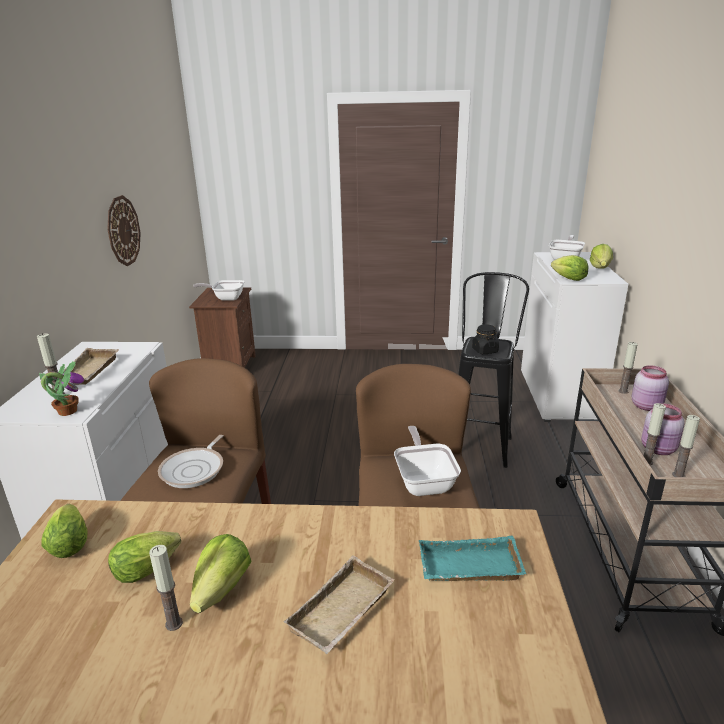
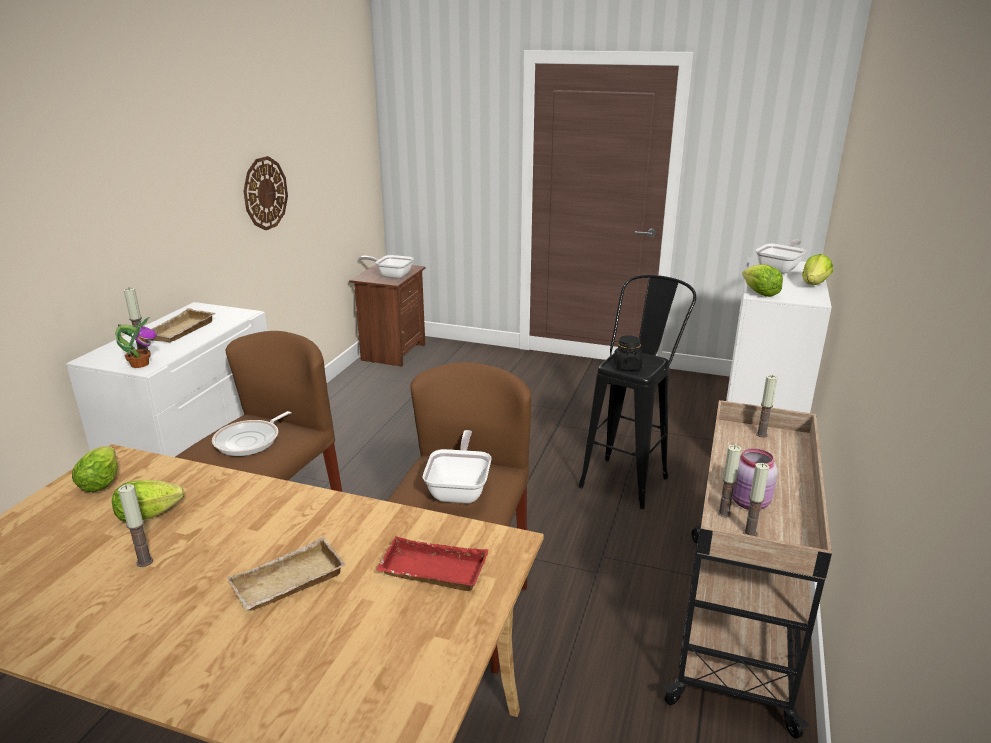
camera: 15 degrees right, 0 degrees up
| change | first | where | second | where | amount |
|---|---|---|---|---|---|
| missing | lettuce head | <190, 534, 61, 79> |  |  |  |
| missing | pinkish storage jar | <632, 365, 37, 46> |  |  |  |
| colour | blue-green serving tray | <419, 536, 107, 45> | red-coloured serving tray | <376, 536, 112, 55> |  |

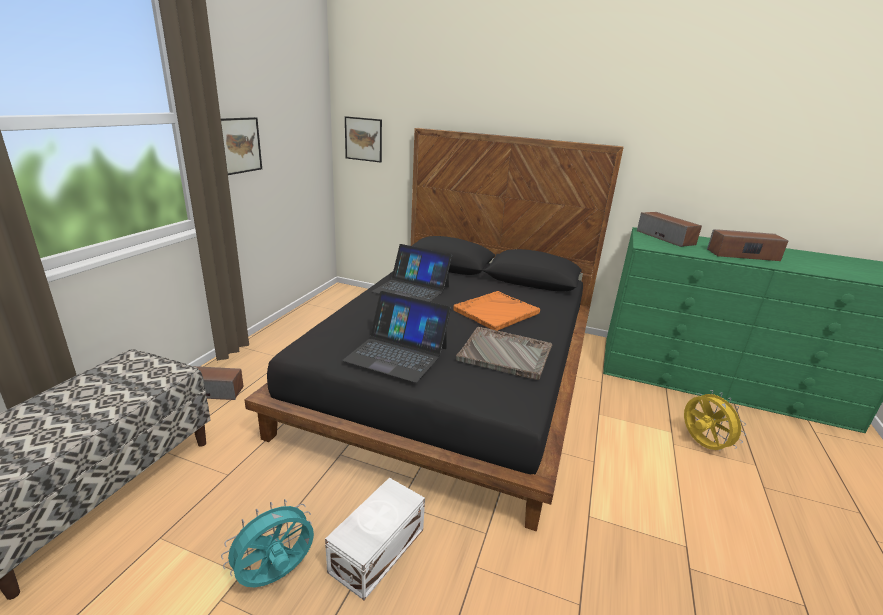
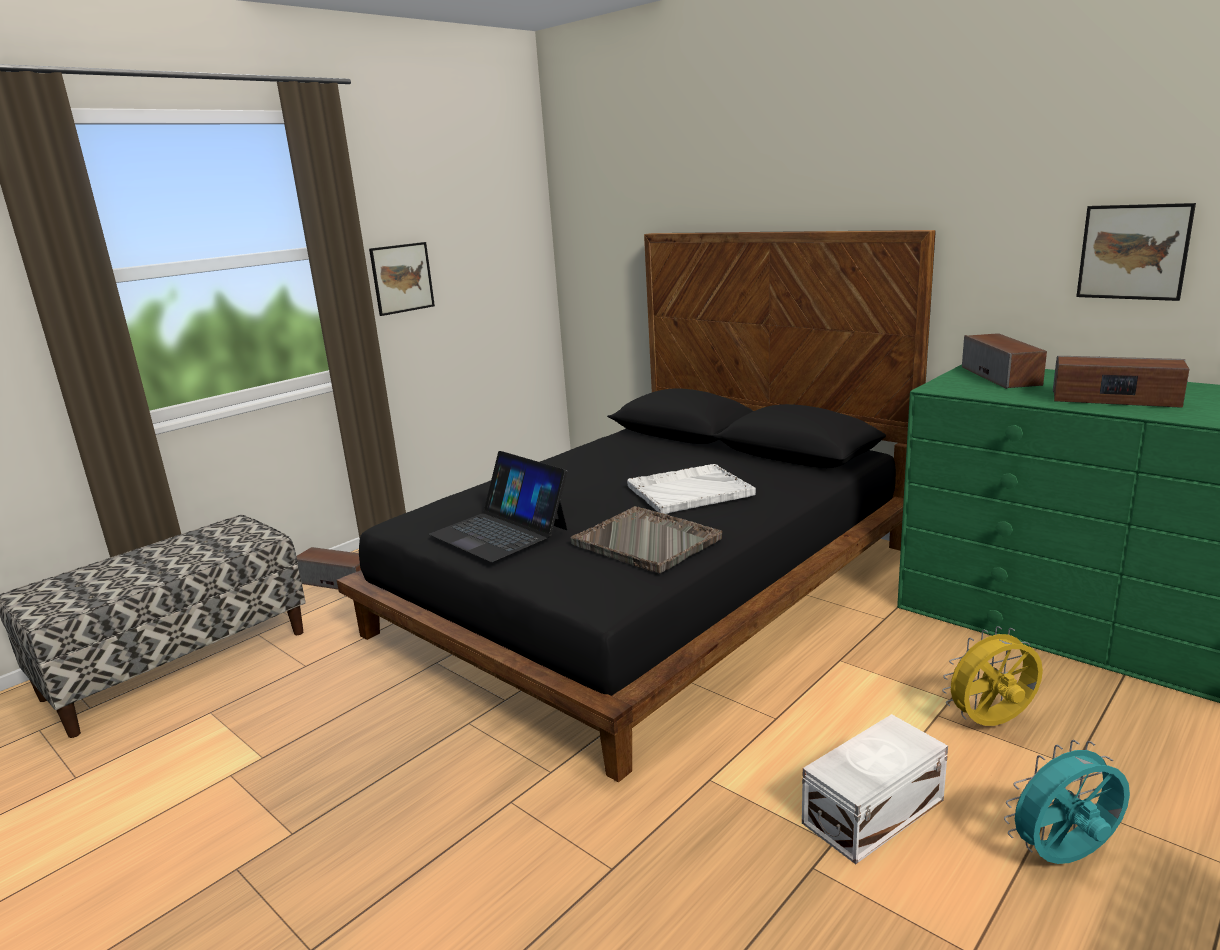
camera: 25 degrees right, 5 degrees down
| change | first | where | second | where | amount |
|---|---|---|---|---|---|
| missing | portable computer | <371, 244, 81, 58> |  |  |  |
| relocated | blue-green electric fan | <221, 499, 93, 88> |  | <1004, 740, 126, 124> |  |
| relocated | white-coloured storage container | <325, 478, 100, 122> |  | <802, 714, 146, 150> |  |
| relocated | picture | <345, 116, 37, 47> |  | <1076, 203, 120, 98> |  |
| colour | orange-coloured serving tray | <453, 291, 87, 40> | white-coloured serving tray | <627, 464, 129, 50> |  |
| spun | yellow electric fan | <684, 390, 62, 61> |  | <942, 626, 101, 100> | 105 degrees counterclockwise |

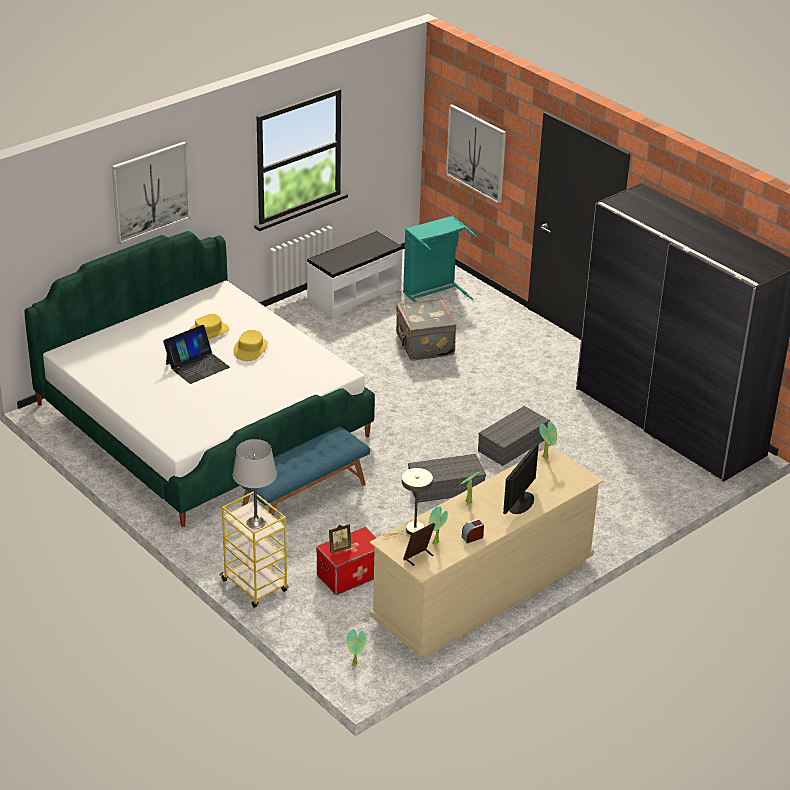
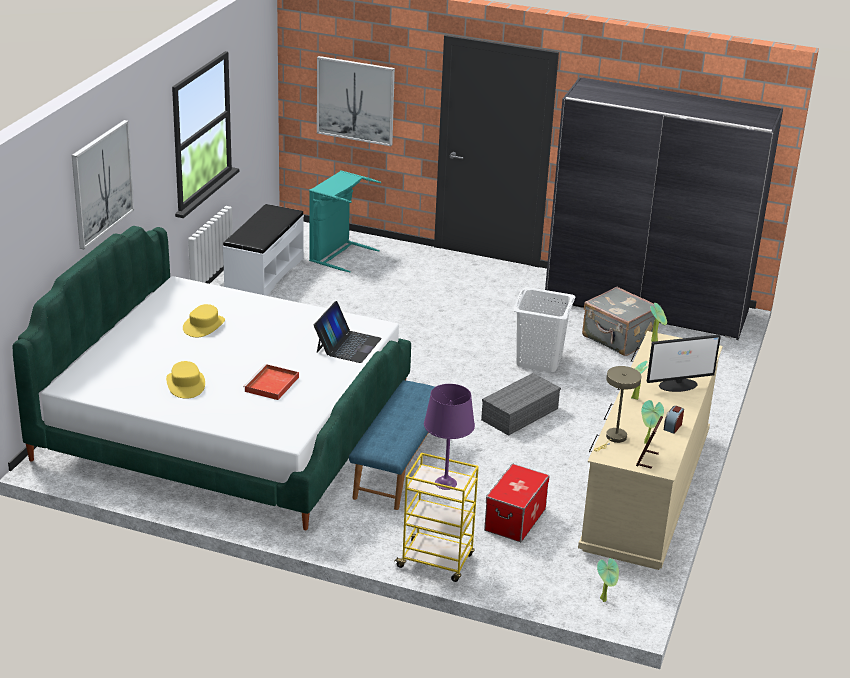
camera: 30 degrees left, 5 degrees down
| change | first | where | second | where | amount |
|---|---|---|---|---|---|
| missing | standing frame | <329, 524, 22, 30> |  |  |  |
| appeared |  |  | red-coloured serving tray | <243, 364, 56, 36> |  |
| relocated | portable computer | <163, 325, 67, 59> |  | <314, 301, 68, 62> |  |
| relocated | yellow clothing hat | <233, 330, 35, 31> |  | <166, 361, 39, 38> |  |
| relocated | gray piece of luggage | <396, 298, 60, 63> |  | <582, 287, 74, 69> |  |
| exchanged | gray storage container | <478, 406, 72, 60> | white-coloured hamper | <513, 287, 63, 85> |  |
| colour | gray tabletop lamp | <233, 439, 44, 90> | purple tabletop lamp | <424, 384, 51, 106> |  |
| spun | computer display | <503, 443, 36, 71> |  | <646, 335, 75, 57> | 105 degrees counterclockwise |

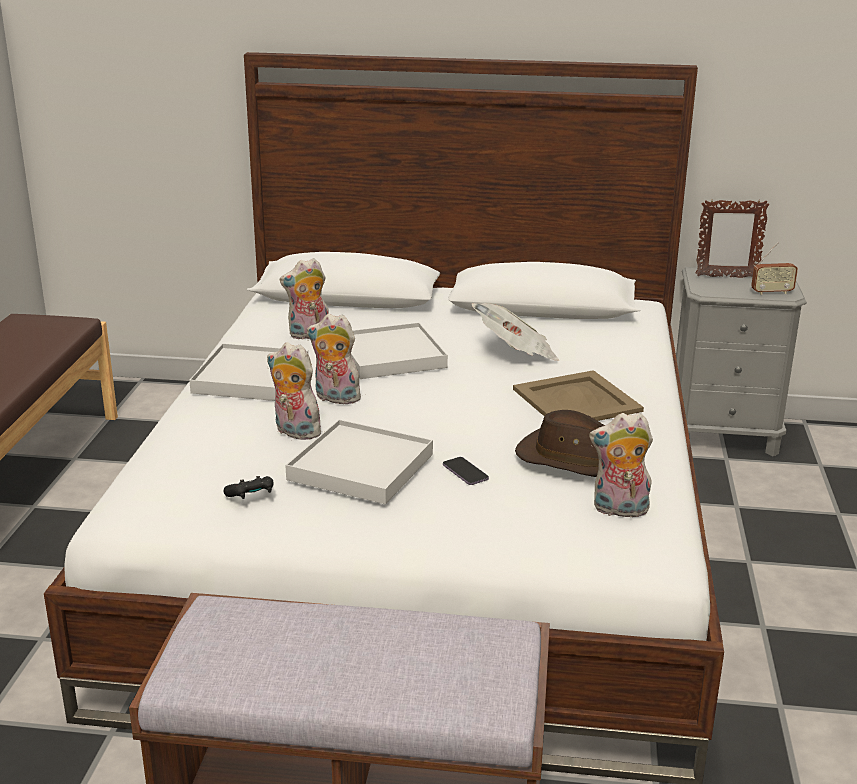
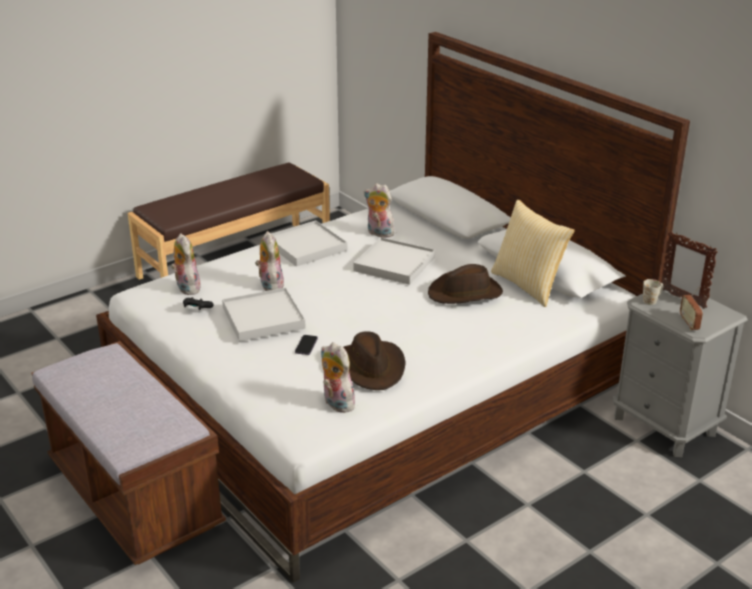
camera: 45 degrees right, 5 degrees up
| change | first | where | second | where | amount |
|---|---|---|---|---|---|
| missing | beige serving tray | <513, 370, 131, 51> |  |  |  |
| appeared |  |  | cushion | <491, 200, 84, 107> |  |
| appeared |  |  | white-coloured mug | <643, 279, 20, 26> |  |
| relocated | soft toy | <307, 313, 56, 91> |  | <171, 233, 31, 62> |  |
| exchanged | newspaper | <472, 303, 87, 58> | brown-coloured clothing hat | <428, 264, 75, 40> |  |
| spun | radio receiver | <751, 242, 47, 53> |  | <680, 286, 23, 44> | 45 degrees clockwise |

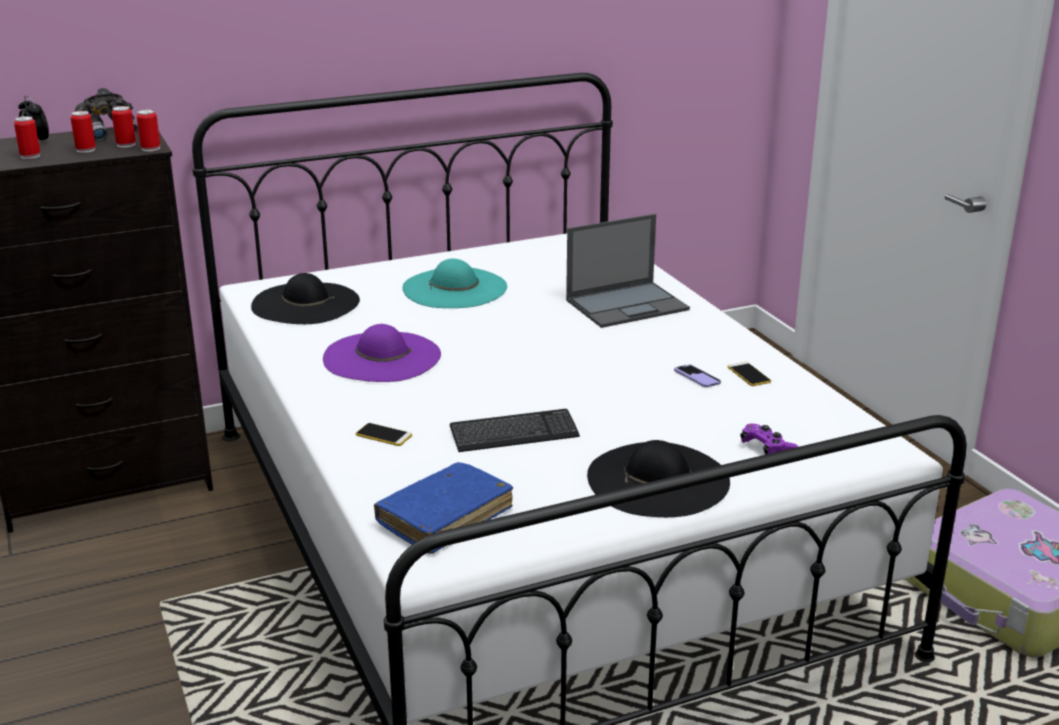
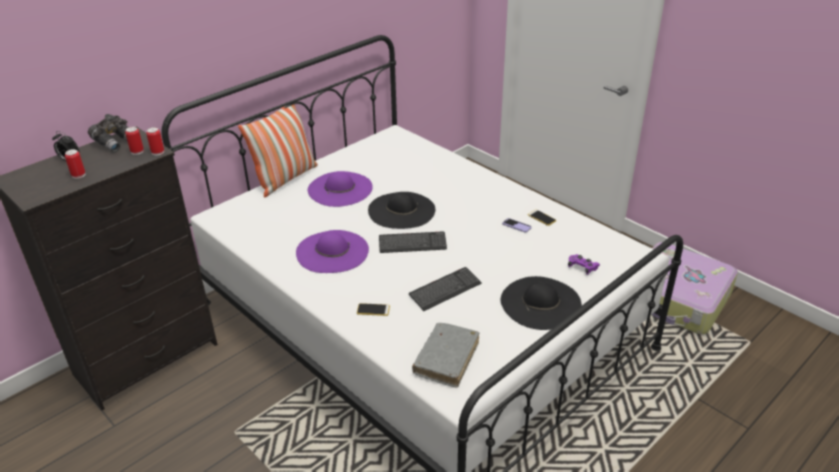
camera: 20 degrees left, 10 degrees up
| change | first | where | second | where | amount |
|---|---|---|---|---|---|
| missing | metal can | <71, 111, 25, 42> |  |  |  |
| missing | portable computer | <566, 214, 124, 114> |  |  |  |
| appeared |  |  | cushion | <238, 104, 80, 93> |  |
| appeared |  |  | PC keyboard | <379, 231, 68, 22> |  |
| relocated | black clothing hat | <251, 273, 109, 51> |  | <368, 192, 67, 37> |  |
| colour | blue-coloured bound book | <374, 462, 139, 92> | gray bound book | <412, 323, 67, 64> |  |
| colour | blue-green clothing hat | <403, 259, 104, 49> | purple clothing hat | <308, 171, 65, 36> |  |

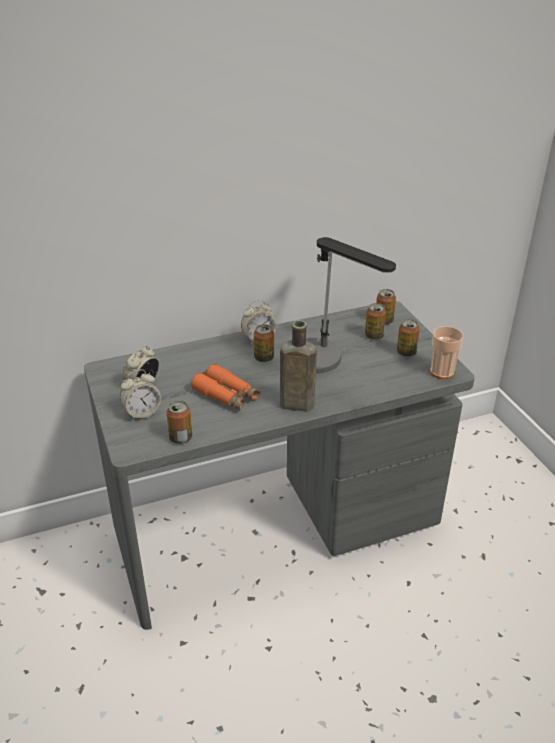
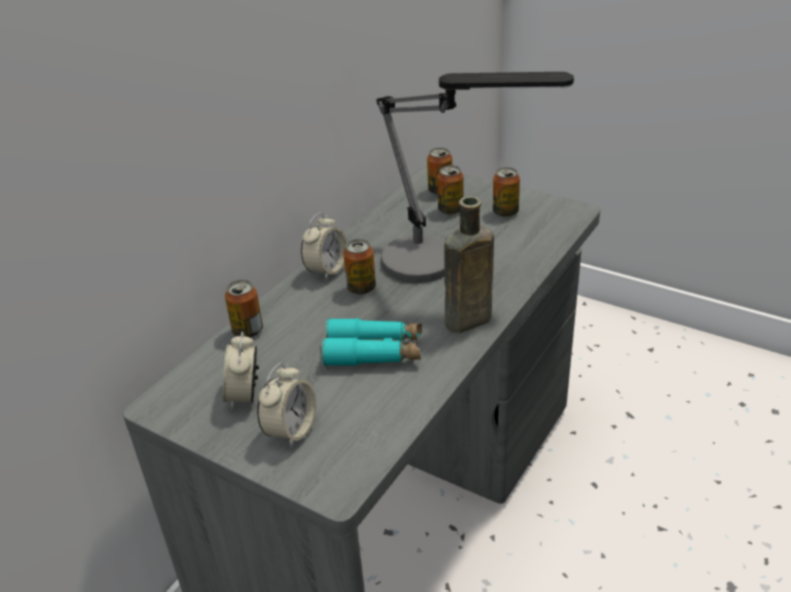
camera: 35 degrees left, 0 degrees up
| change | first | where | second | where | amount |
|---|---|---|---|---|---|
| missing | small cup | <430, 326, 34, 53> |  |  |  |
| relocated | metal can | <167, 401, 25, 43> |  | <225, 280, 38, 58> |  |
| colour | orange-coloured pair of binoculars | <191, 364, 70, 47> | blue-green pair of binoculars | <322, 318, 100, 48> |  |

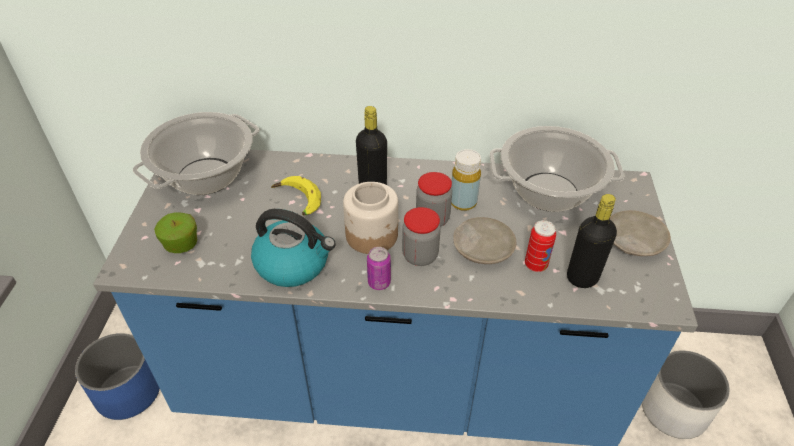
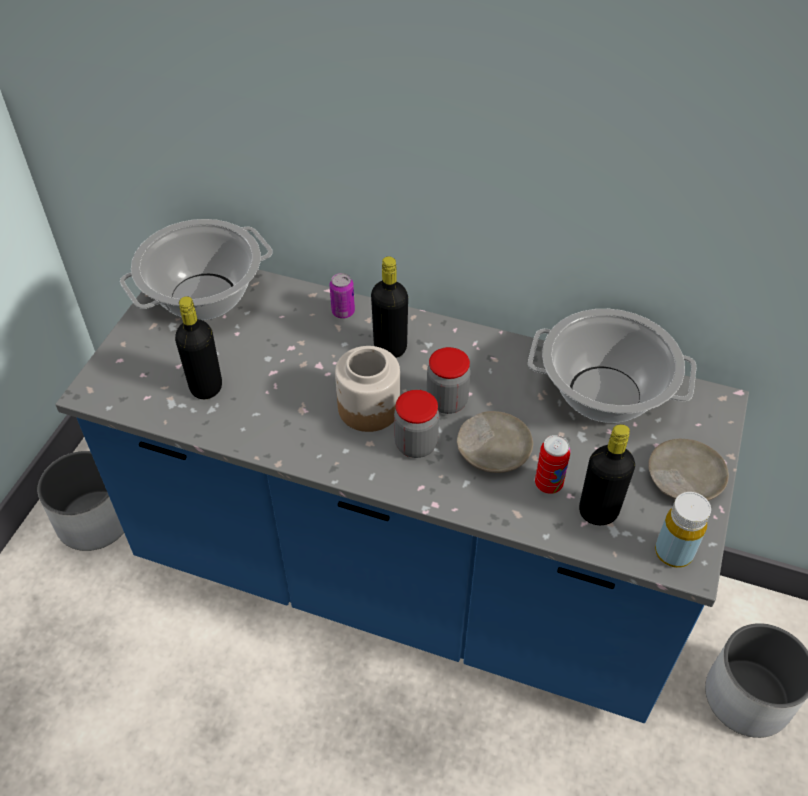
camera: 15 degrees right, 5 degrees up
| change | first | where | second | where | amount |
|---|---|---|---|---|---|
| missing | apple | <154, 212, 43, 41> |  |  |  |
| missing | water kettle | <251, 209, 85, 78> |  |  |  |
| missing | banana fruit | <271, 176, 50, 39> |  |  |  |
| appeared |  |  | black beverage bottle | <175, 296, 47, 103> |  |
| relocated | metal can | <367, 247, 24, 43> |  | <330, 273, 25, 46> |  |
| relocated | yellow beverage bottle | <451, 149, 30, 62> |  | <655, 492, 56, 76> |  |
| colour | blue-coloured flower pot | <75, 333, 85, 87> | white-coloured flower pot | <37, 451, 87, 100> |  |

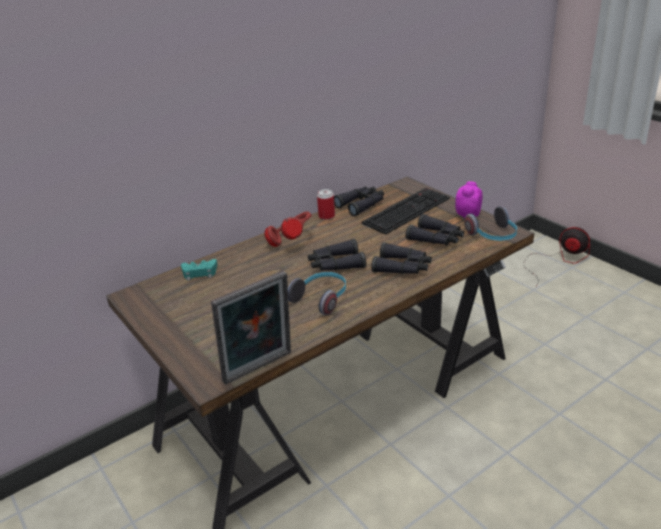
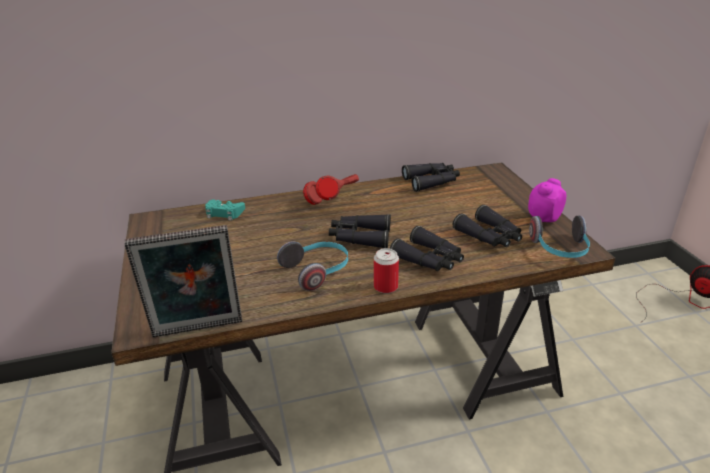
camera: 20 degrees right, 0 degrees up
| change | first | where | second | where | amount |
|---|---|---|---|---|---|
| missing | PC keyboard | <362, 188, 88, 47> |  |  |  |
| relocated | metal can | <317, 189, 18, 31> |  | <374, 248, 25, 45> |  |

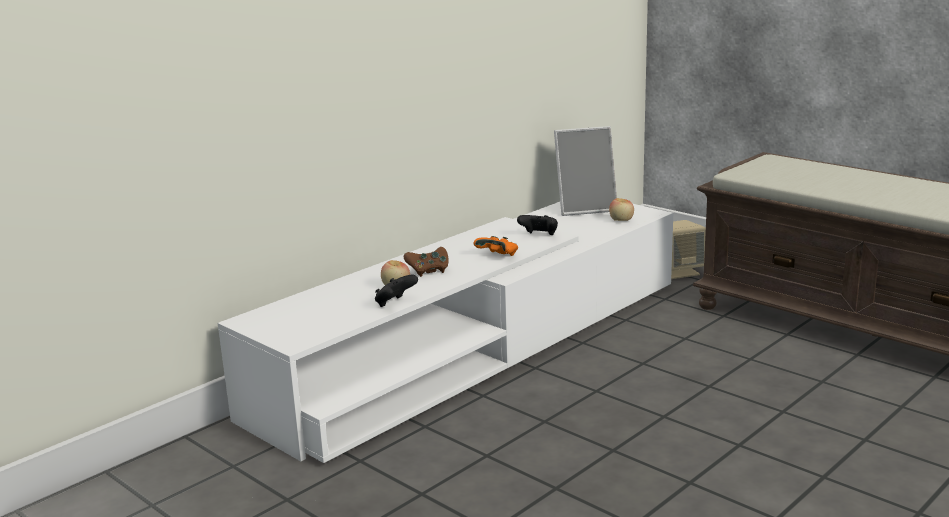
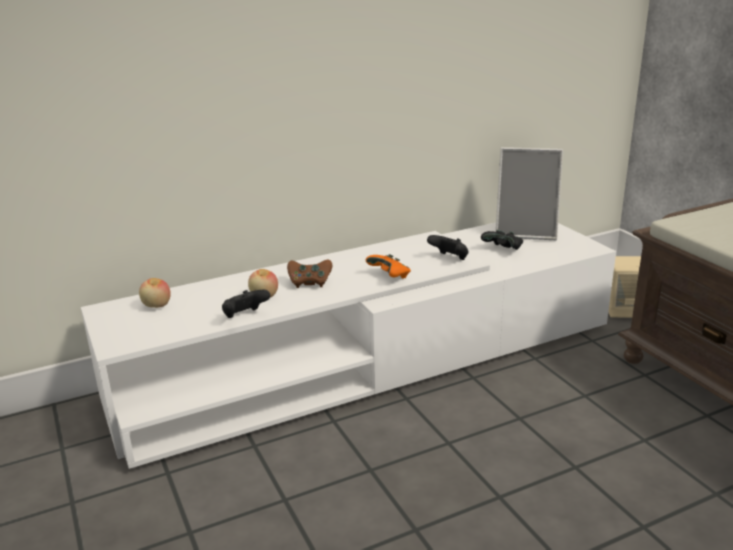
camera: 20 degrees right, 5 degrees up
| change | first | where | second | where | amount |
|---|---|---|---|---|---|
| appeared |  |  | black joypad | <481, 230, 42, 20> |  |
| relocated | apple | <609, 198, 25, 23> |  | <139, 278, 32, 30> |  |

